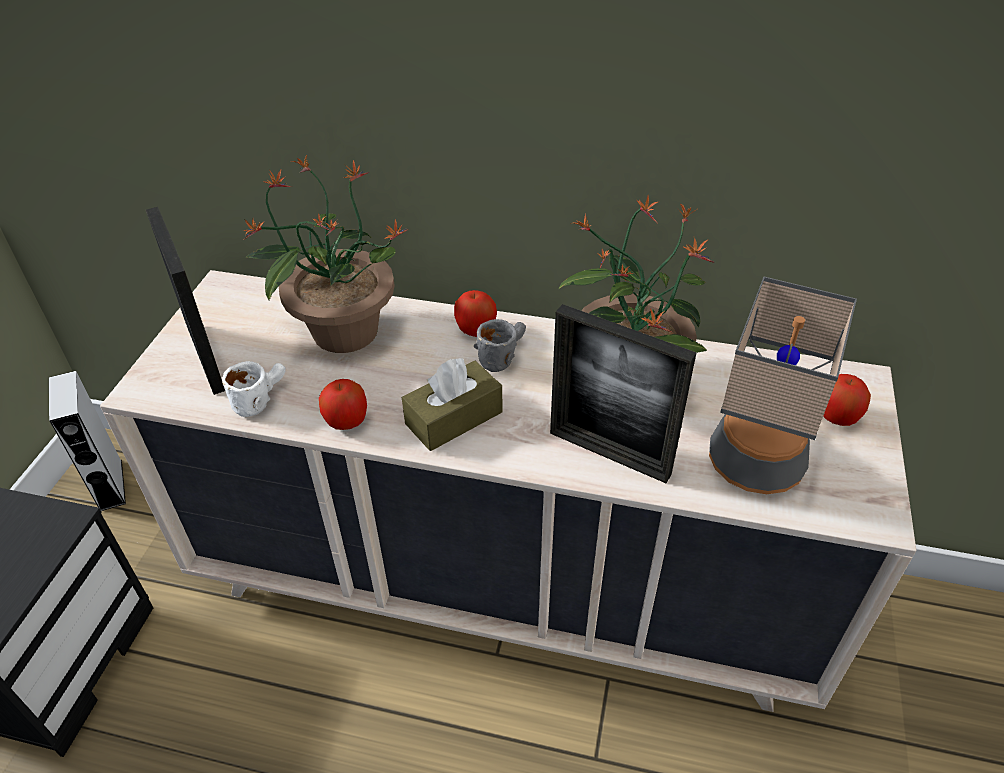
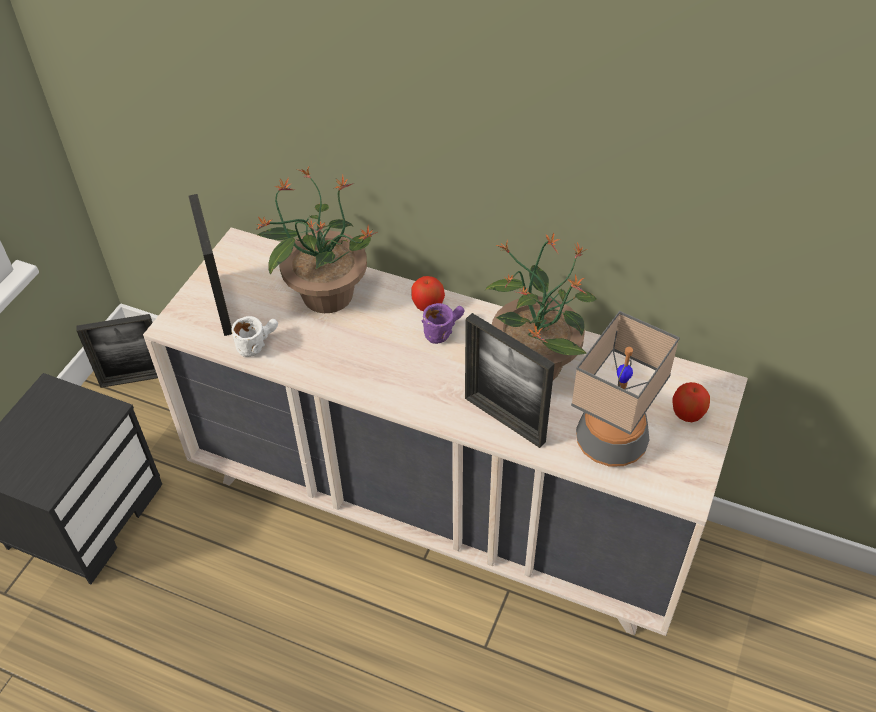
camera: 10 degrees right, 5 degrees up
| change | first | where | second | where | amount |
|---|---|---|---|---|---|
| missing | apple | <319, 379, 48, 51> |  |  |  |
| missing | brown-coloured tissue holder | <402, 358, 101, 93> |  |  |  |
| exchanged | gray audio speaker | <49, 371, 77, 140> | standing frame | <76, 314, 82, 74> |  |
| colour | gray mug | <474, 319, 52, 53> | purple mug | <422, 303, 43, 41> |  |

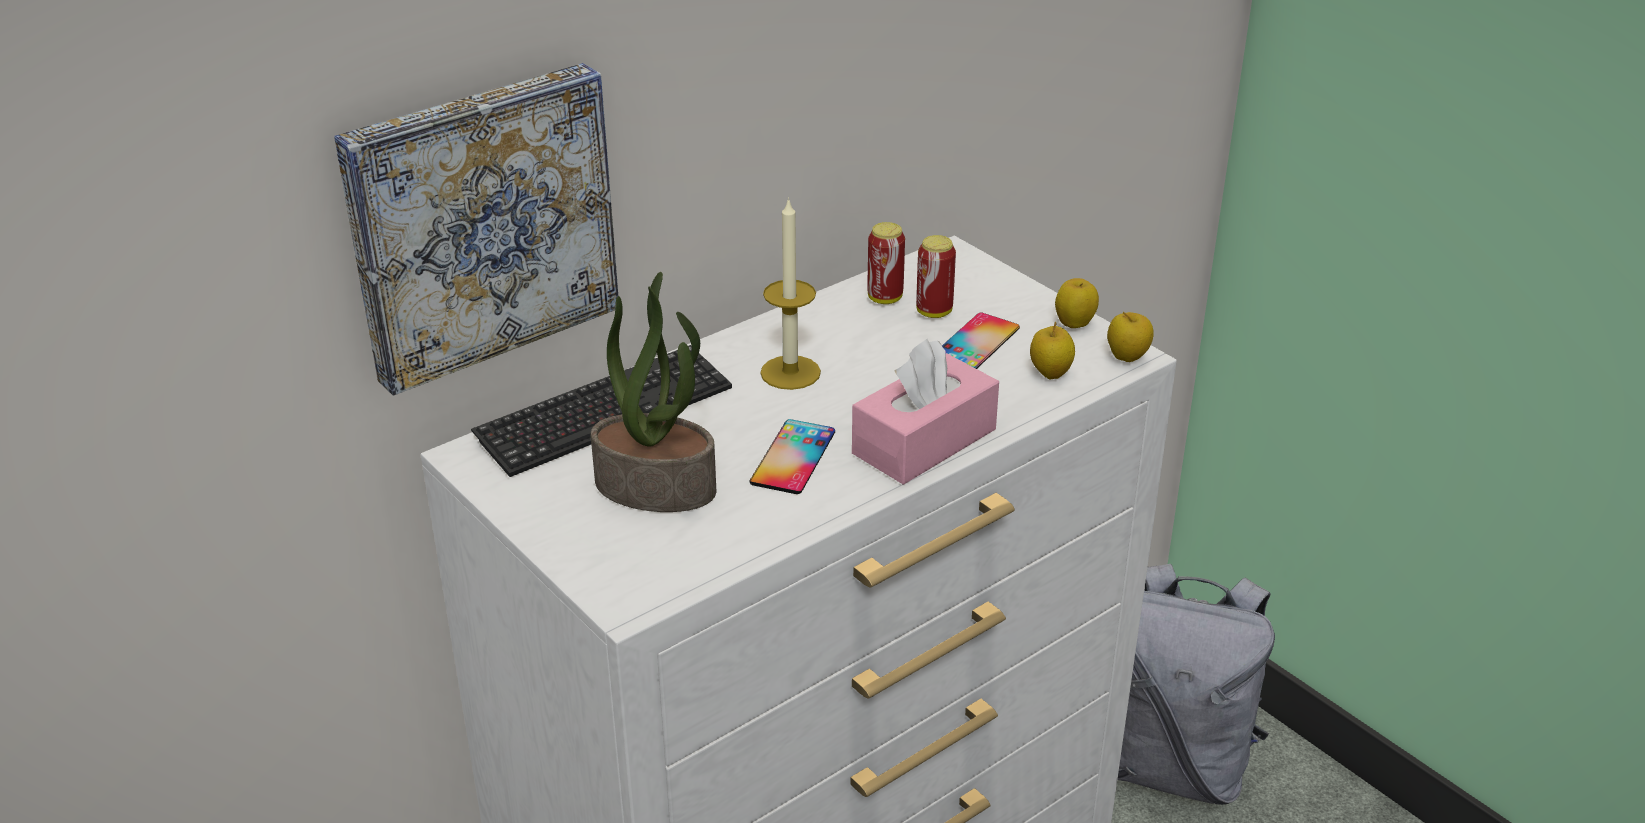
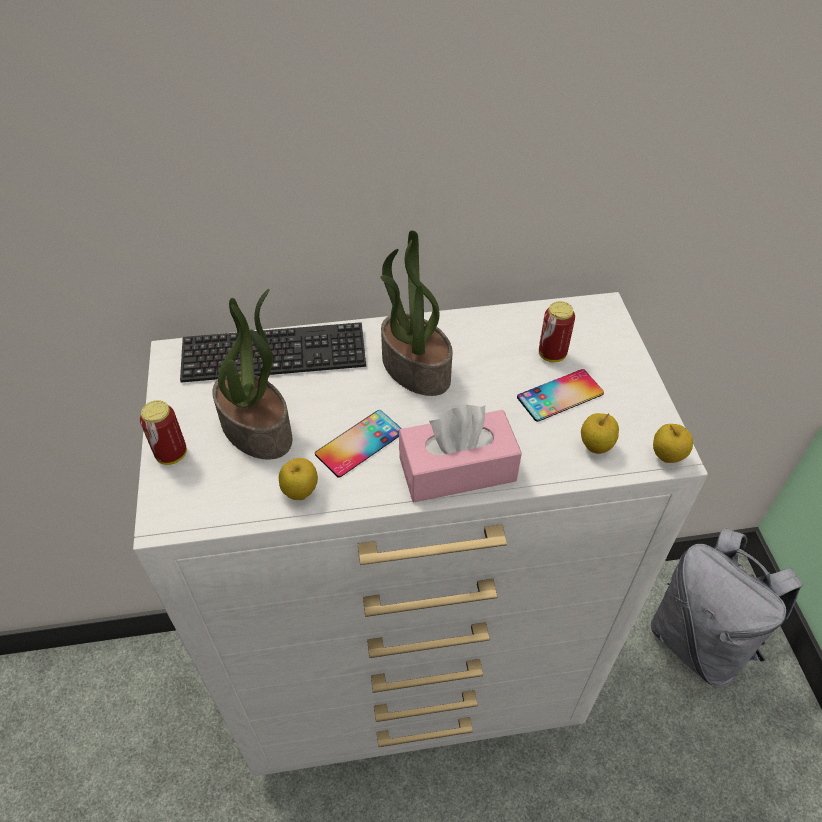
camera: 30 degrees right, 15 degrees up
| change | first | where | second | where | amount |
|---|---|---|---|---|---|
| missing | picture | <334, 63, 284, 333> |  |  |  |
| relocated | metal can | <868, 222, 37, 82> |  | <140, 400, 47, 65> |  |
| relocated | apple | <1055, 278, 44, 50> |  | <279, 458, 39, 42> |  |
| exchanged | candle | <760, 197, 61, 193> | houseplant | <381, 230, 72, 166> |  |

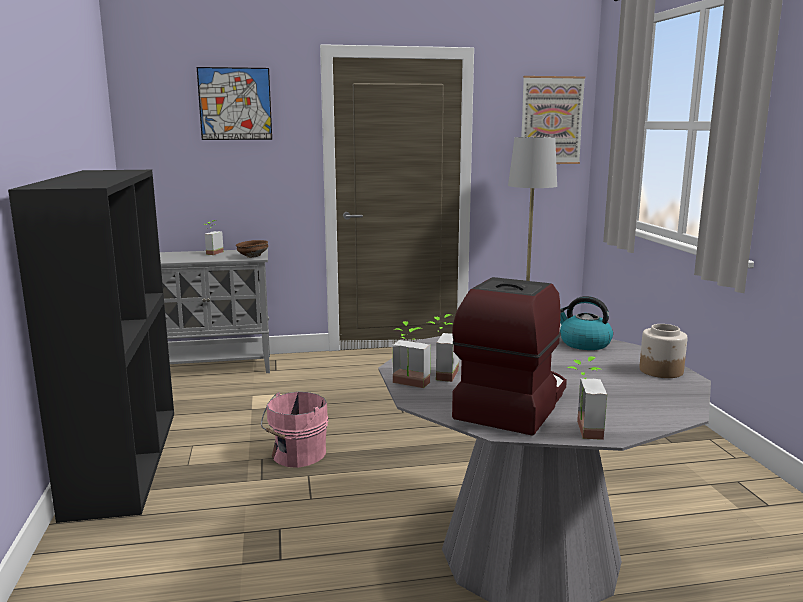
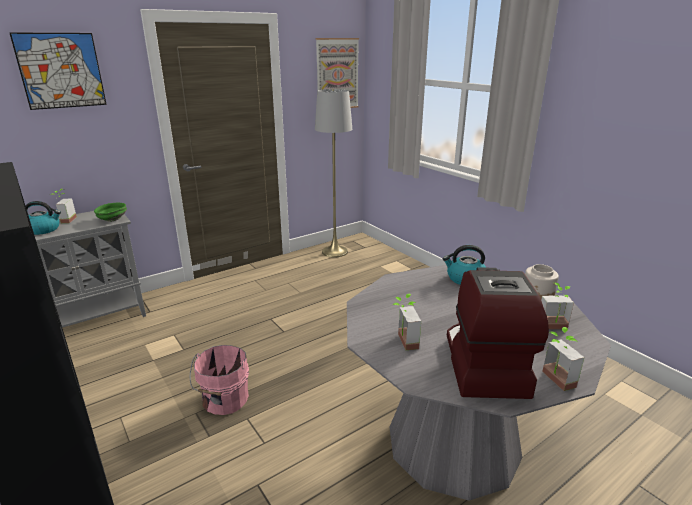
camera: 25 degrees left, 10 degrees up
| change | first | where | second | where | amount |
|---|---|---|---|---|---|
| appeared |  |  | water kettle | <25, 201, 36, 34> |  |
| relocated | houseplant | <393, 321, 38, 67> |  | <541, 283, 33, 46> |  |
| colour | brown-coloured bowl | <236, 240, 32, 18> | greenish bowl | <94, 203, 33, 19> |  |

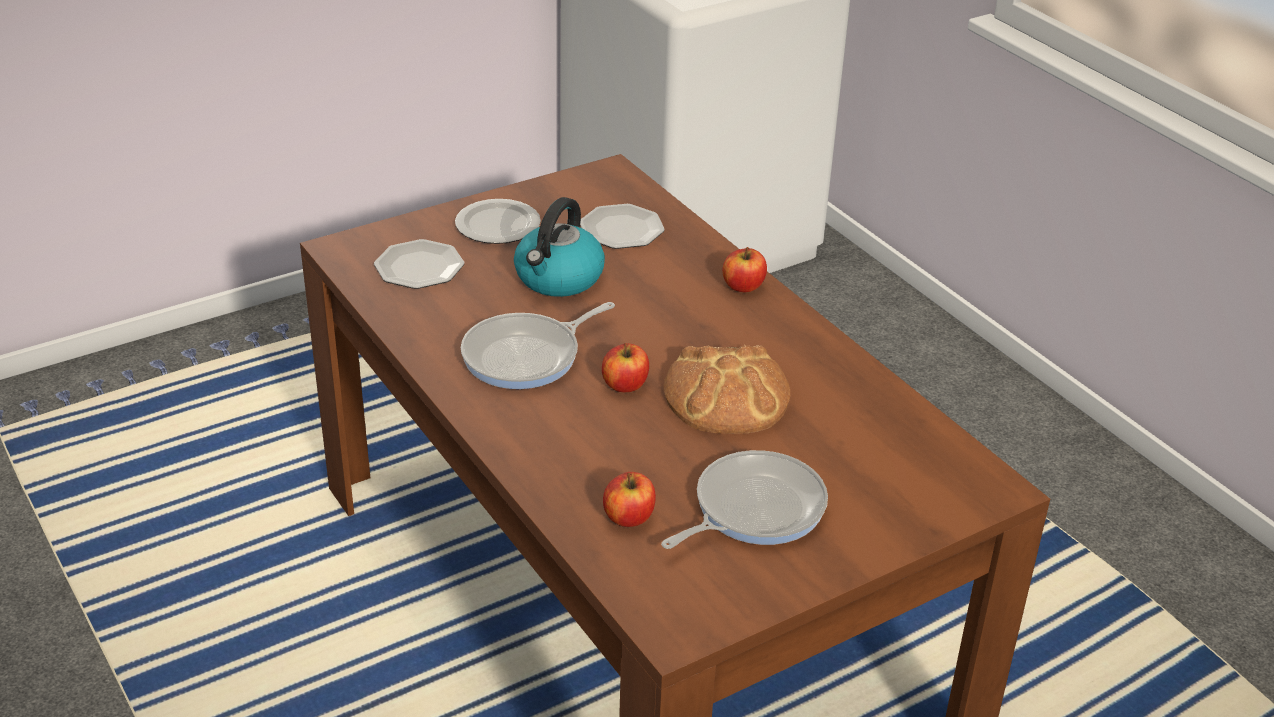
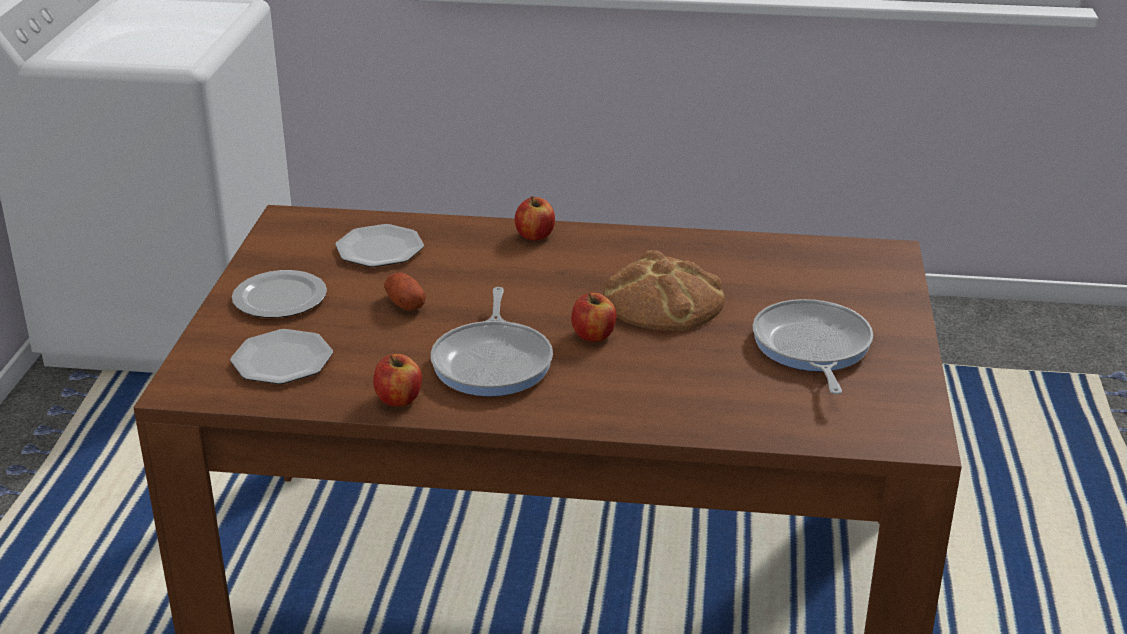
camera: 50 degrees left, 5 degrees down
| change | first | where | second | where | amount |
|---|---|---|---|---|---|
| relocated | apple | <603, 472, 53, 55> |  | <373, 354, 49, 53> |  |
| exchanged | water kettle | <514, 197, 91, 100> | potato | <384, 273, 42, 38> |  |

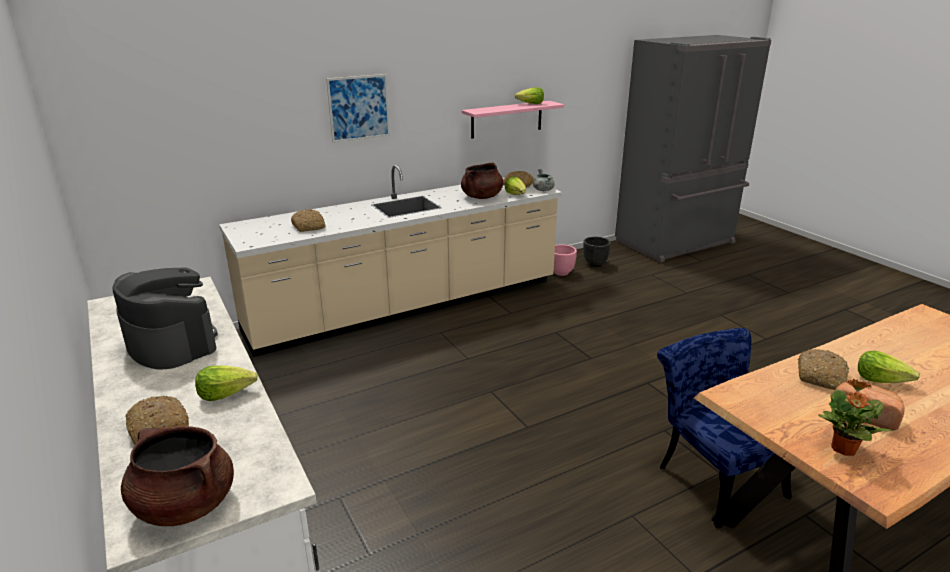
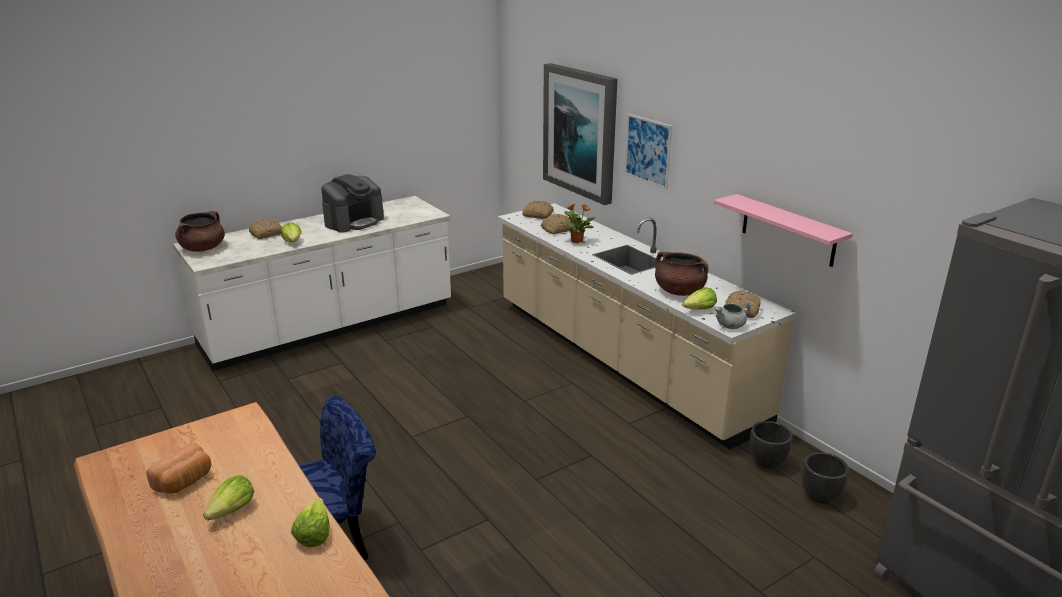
camera: 85 degrees right, 0 degrees up
| change | first | where | second | where | amount |
|---|---|---|---|---|---|
| appeared |  |  | picture | <543, 63, 74, 142> |  |
| relocated | lettuce head | <515, 87, 29, 17> |  | <291, 498, 39, 49> |  |
| relocated | bakery bread | <798, 349, 51, 41> |  | <522, 201, 32, 18> |  |
| relocated | houseplant | <818, 378, 73, 78> |  | <560, 203, 36, 40> |  |
| colour | pinkish flower pot | <554, 245, 23, 31> | black flower pot | <750, 421, 43, 48> |  |

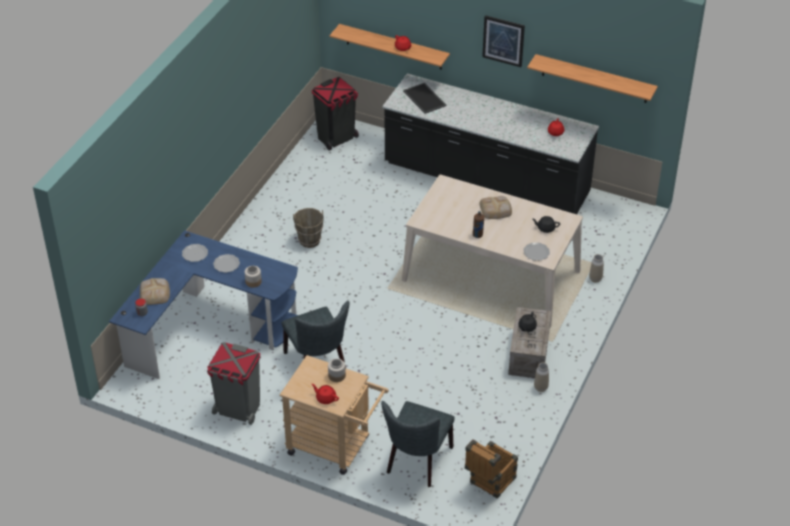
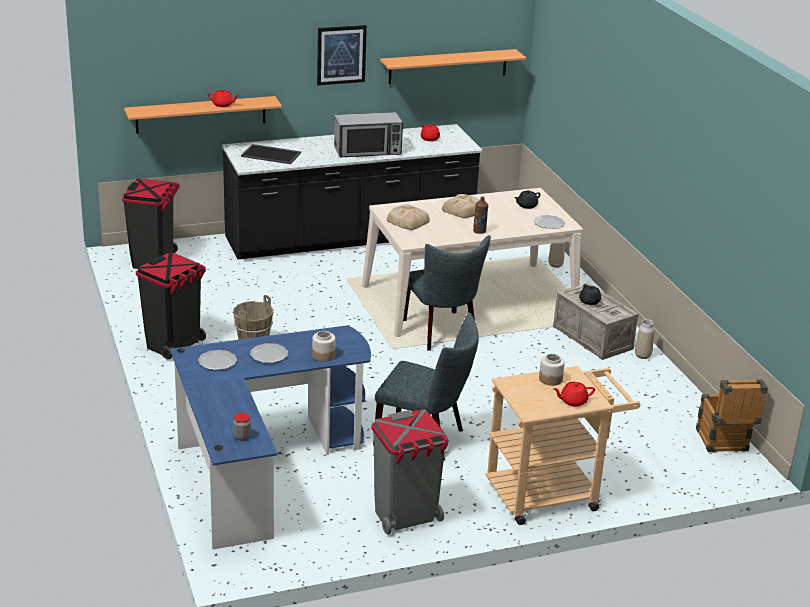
camera: 45 degrees left, 15 degrees down
| change | first | where | second | where | amount |
|---|---|---|---|---|---|
| appeared |  |  | black waste bin | <136, 252, 70, 108> |  |
| appeared |  |  | microwave | <334, 112, 69, 45> |  |
| relocated | bakery bread | <140, 278, 30, 27> |  | <387, 204, 43, 26> |  |
| relocated | gray plain chair | <381, 401, 74, 86> |  | <403, 235, 88, 116> |  |

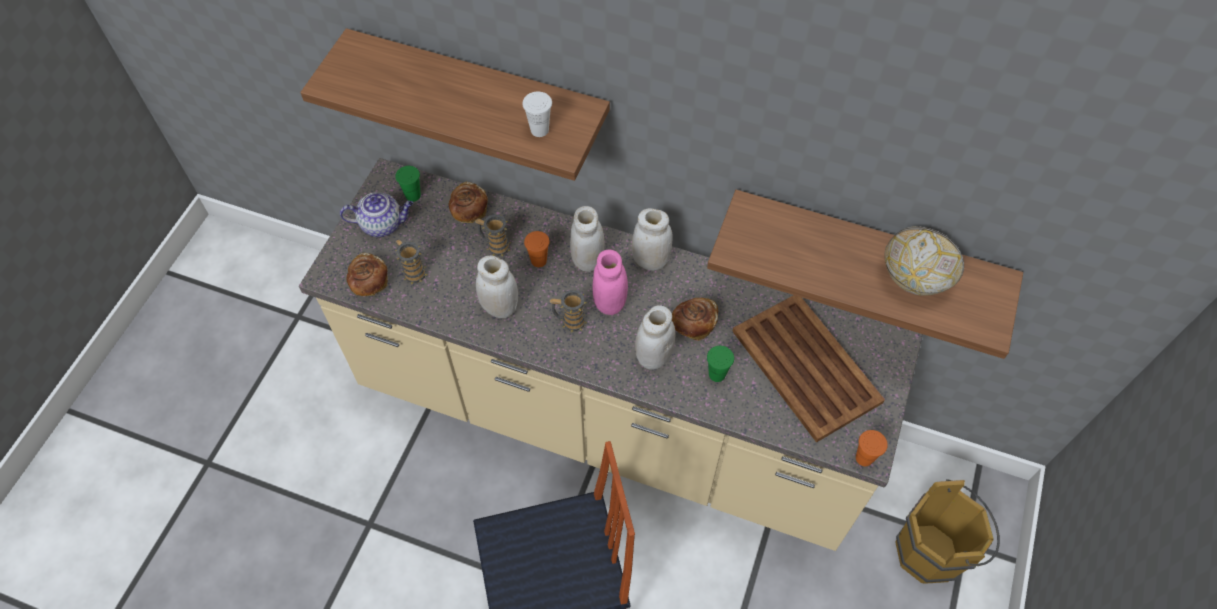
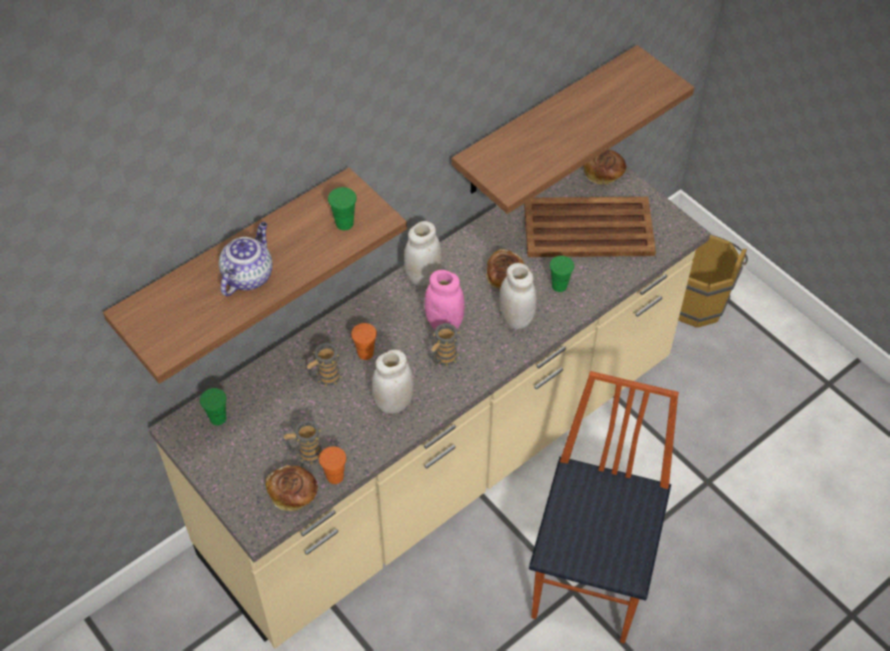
camera: 60 degrees left, 5 degrees down
| change | first | where | second | where | amount |
|---|---|---|---|---|---|
| missing | white-coloured storage jar | <570, 206, 35, 66> |  |  |  |
| missing | bowl | <884, 226, 80, 70> |  |  |  |
| relocated | teapot | <340, 192, 73, 45> |  | <219, 222, 54, 74> |  |
| relocated | bakery bread | <448, 182, 40, 41> |  | <583, 149, 44, 36> |  |
| relocated | orange-coloured small cup | <856, 430, 32, 36> |  | <319, 446, 27, 38> |  |
| colour | white-coloured small cup | <522, 92, 30, 45> | greenish small cup | <328, 187, 29, 43> |  |

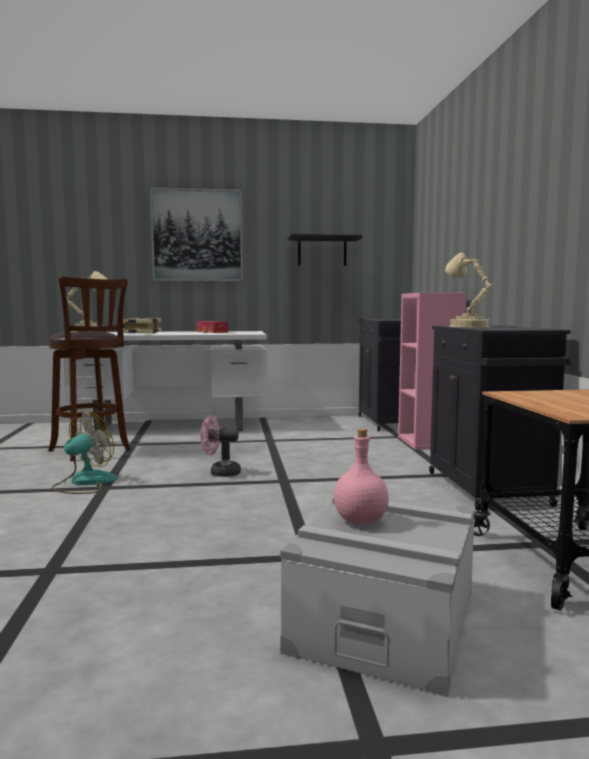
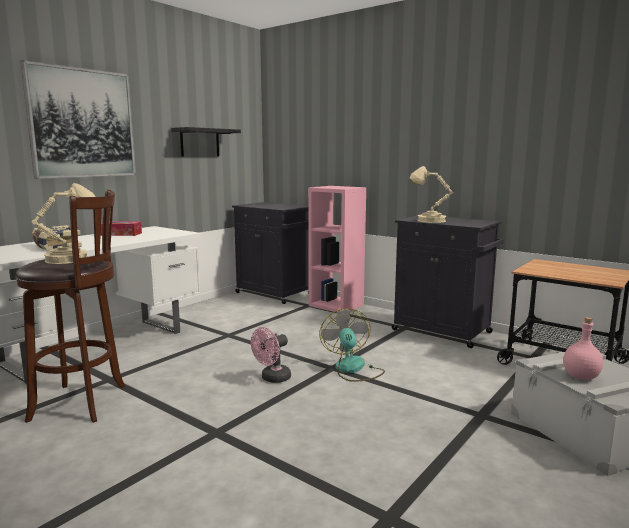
camera: 45 degrees left, 5 degrees up
| change | first | where | second | where | amount |
|---|---|---|---|---|---|
| relocated | electric fan | <51, 411, 66, 83> |  | <320, 309, 65, 73> |  |

